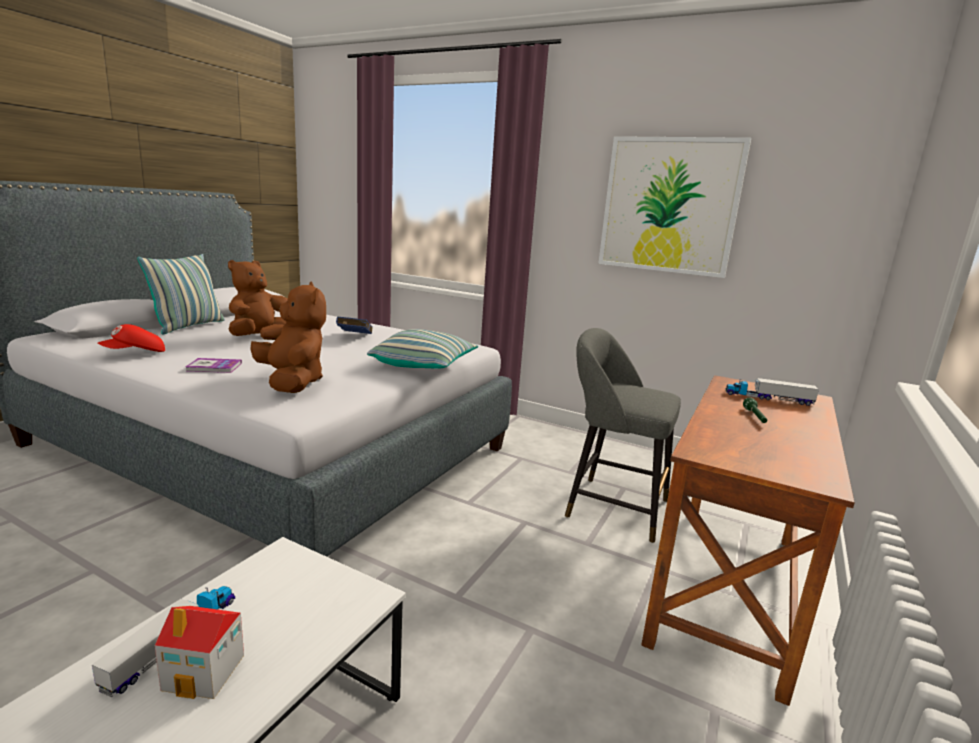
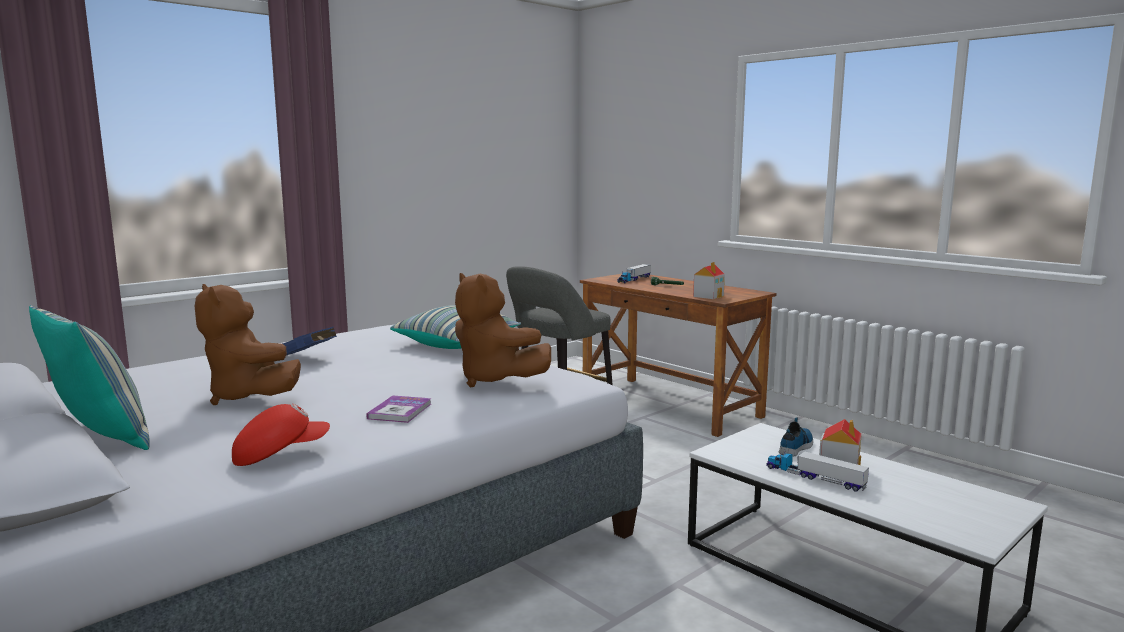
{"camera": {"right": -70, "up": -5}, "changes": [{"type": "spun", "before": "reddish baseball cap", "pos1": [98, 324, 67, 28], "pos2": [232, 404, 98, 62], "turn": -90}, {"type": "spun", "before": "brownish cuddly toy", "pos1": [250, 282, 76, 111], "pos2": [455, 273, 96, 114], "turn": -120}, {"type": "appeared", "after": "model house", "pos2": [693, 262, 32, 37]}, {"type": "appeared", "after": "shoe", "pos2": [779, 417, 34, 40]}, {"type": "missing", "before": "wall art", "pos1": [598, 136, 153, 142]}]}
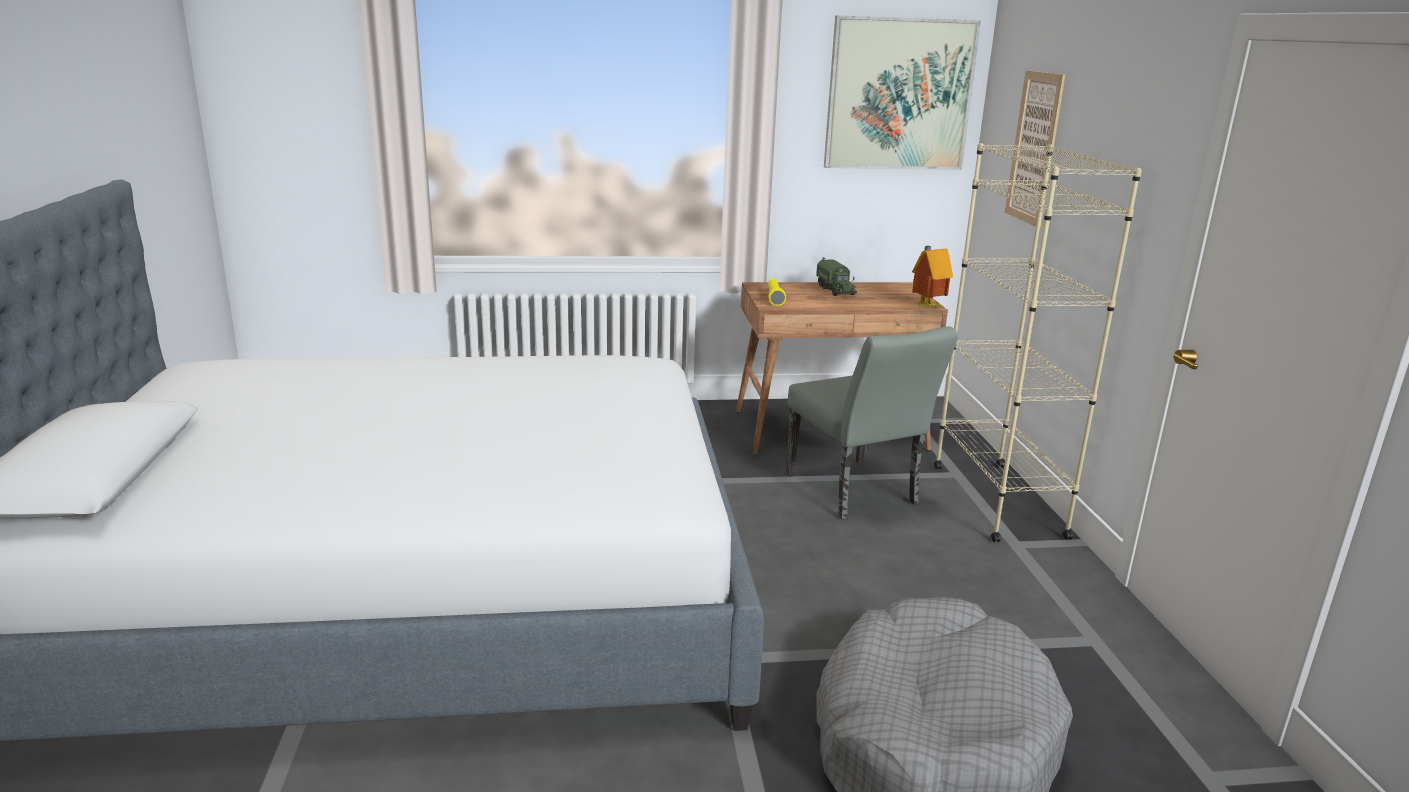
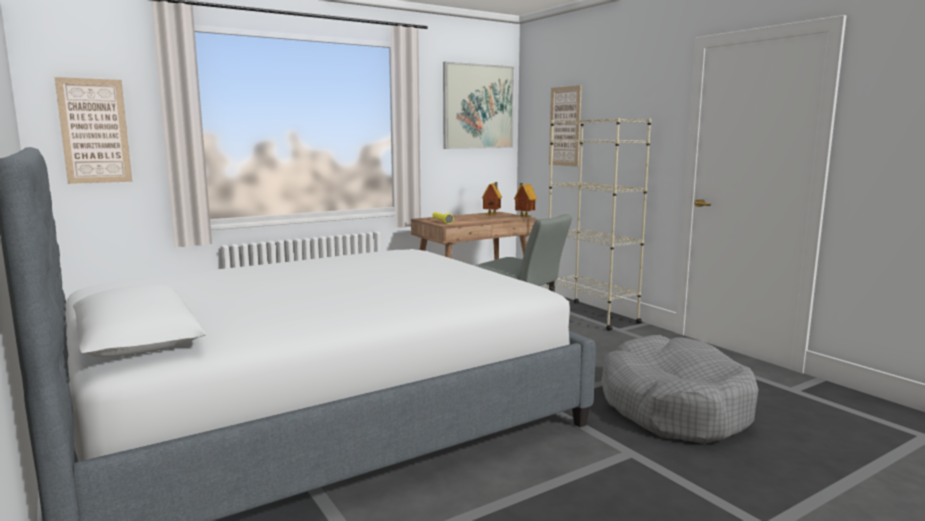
{"camera": {"right": -25, "up": -10}, "changes": [{"type": "appeared", "after": "wall art", "pos2": [55, 77, 77, 107]}, {"type": "appeared", "after": "model house", "pos2": [482, 182, 20, 34]}, {"type": "missing", "before": "model truck", "pos1": [816, 257, 41, 39]}]}
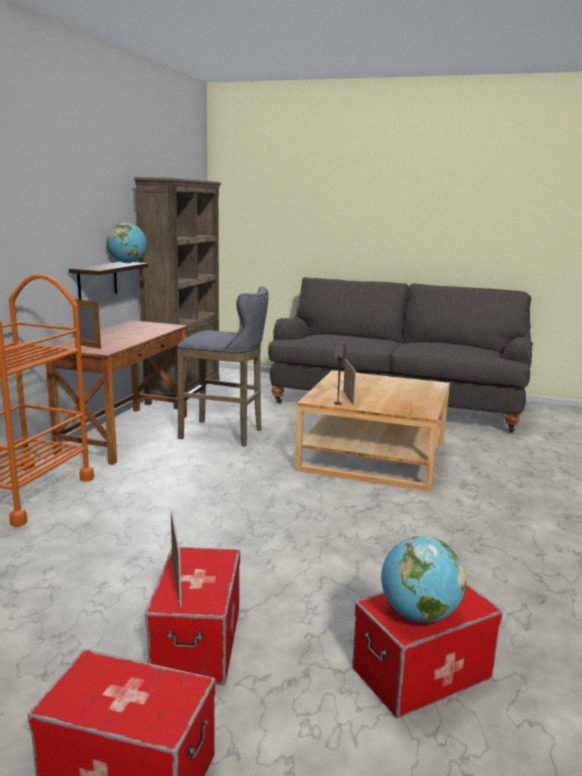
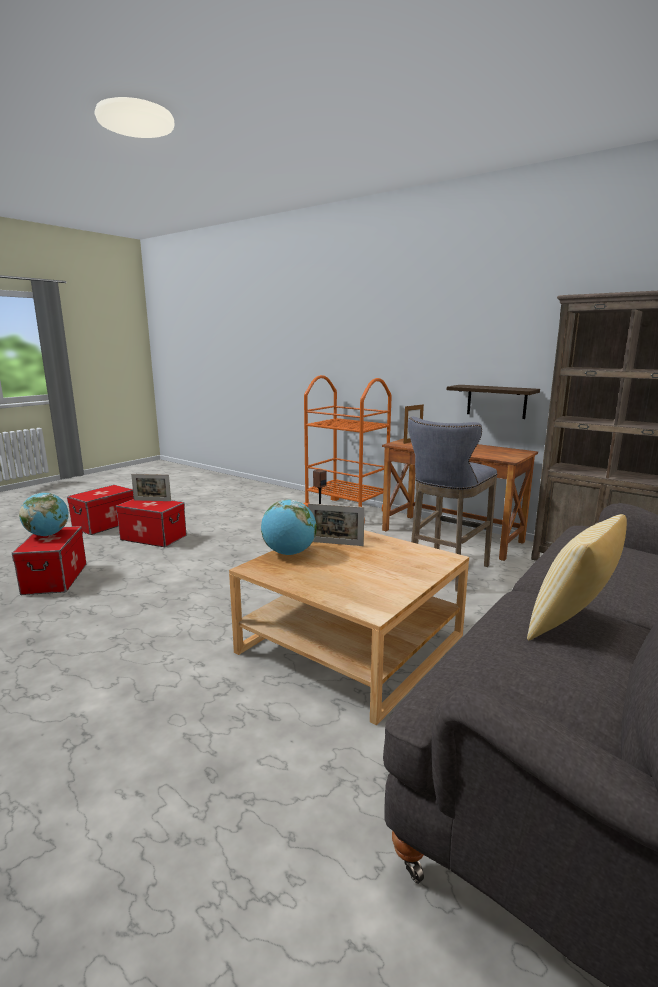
{"camera": {"right": 110, "up": 0}, "changes": [{"type": "relocated", "before": "desk globe", "pos1": [107, 223, 40, 40], "pos2": [261, 500, 56, 55]}, {"type": "appeared", "after": "cushion", "pos2": [527, 514, 100, 127]}]}
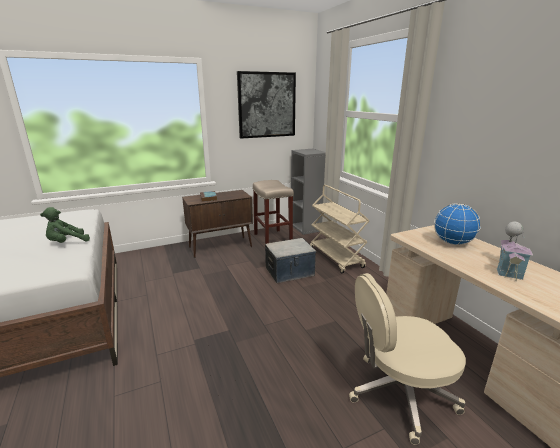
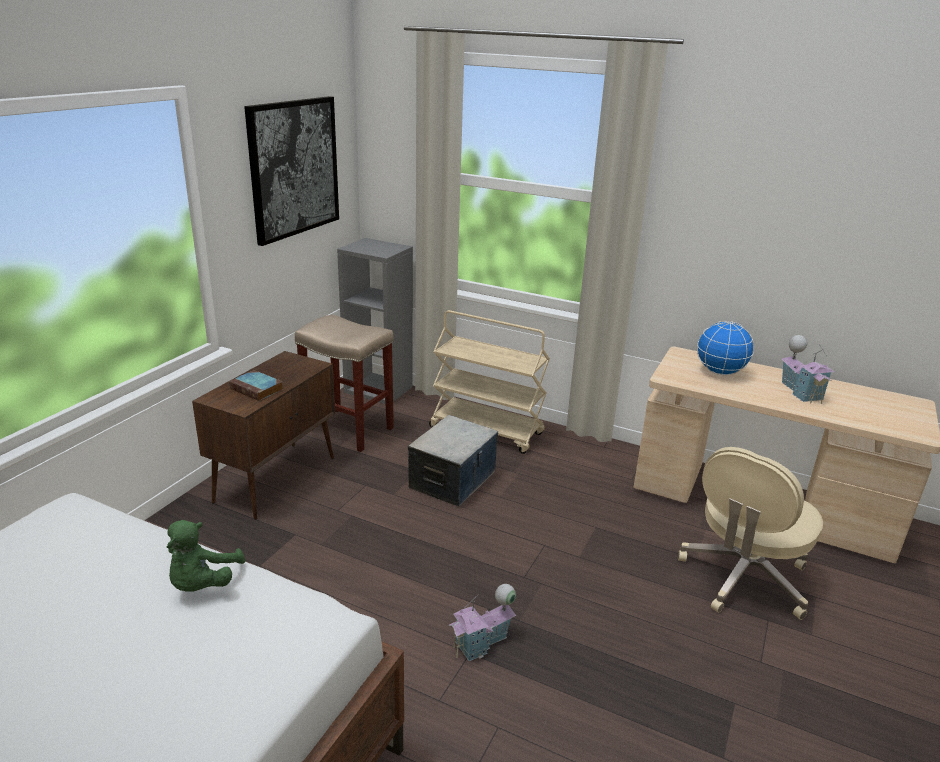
{"camera": {"right": -40, "up": 5}, "changes": [{"type": "appeared", "after": "model house", "pos2": [448, 584, 68, 77]}]}
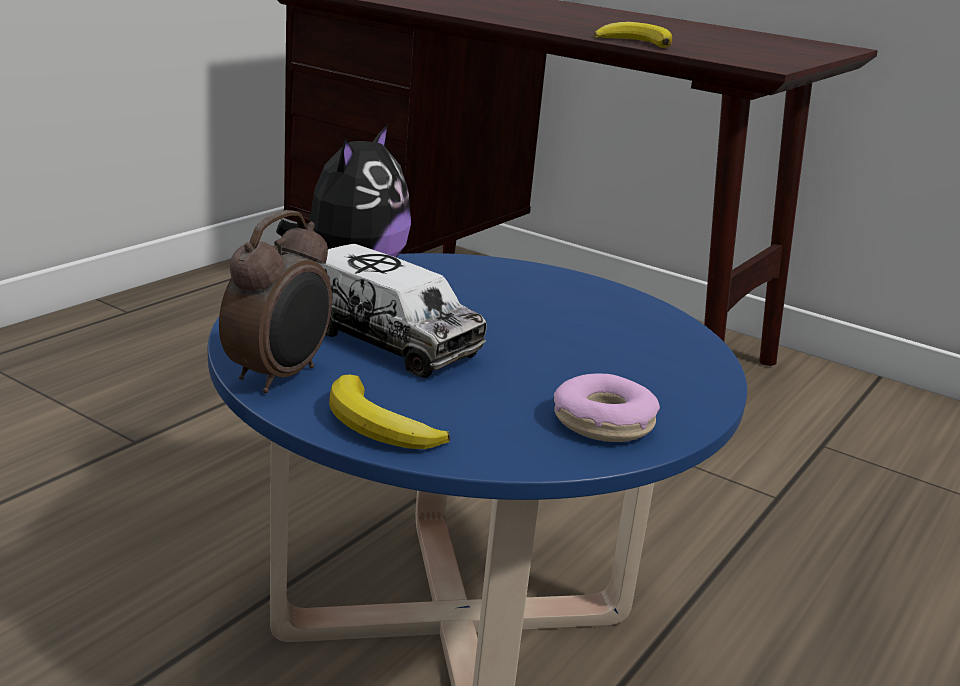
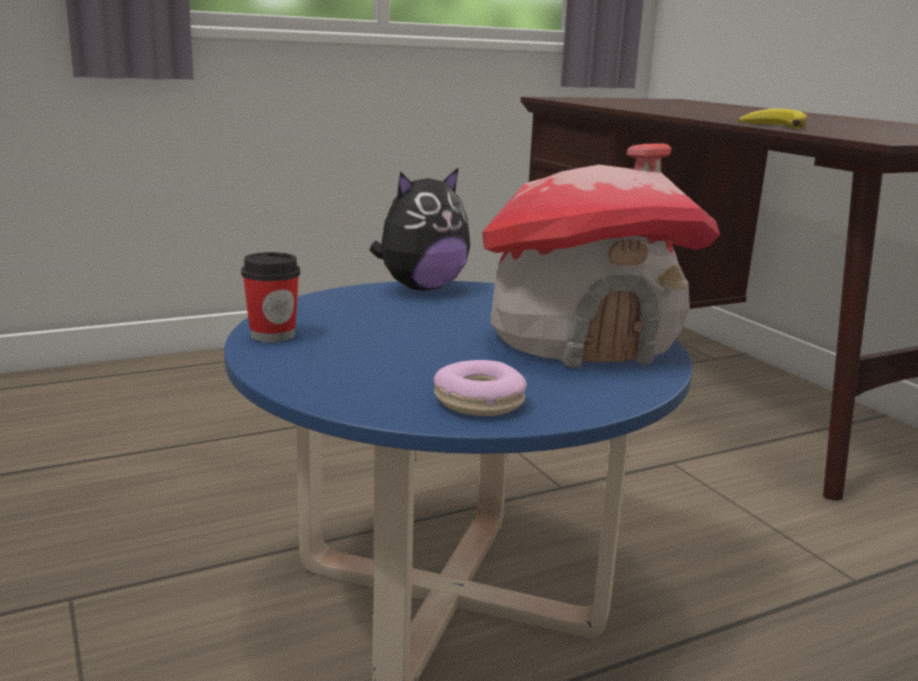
{"camera": {"right": 30, "up": -5}, "changes": [{"type": "exchanged", "before": "alarm clock", "after": "cup", "pos1": [219, 210, 113, 183], "pos2": [241, 252, 59, 91]}, {"type": "appeared", "after": "model house", "pos2": [482, 143, 238, 225]}, {"type": "missing", "before": "model truck", "pos1": [319, 244, 168, 134]}, {"type": "missing", "before": "banana", "pos1": [329, 374, 121, 75]}]}
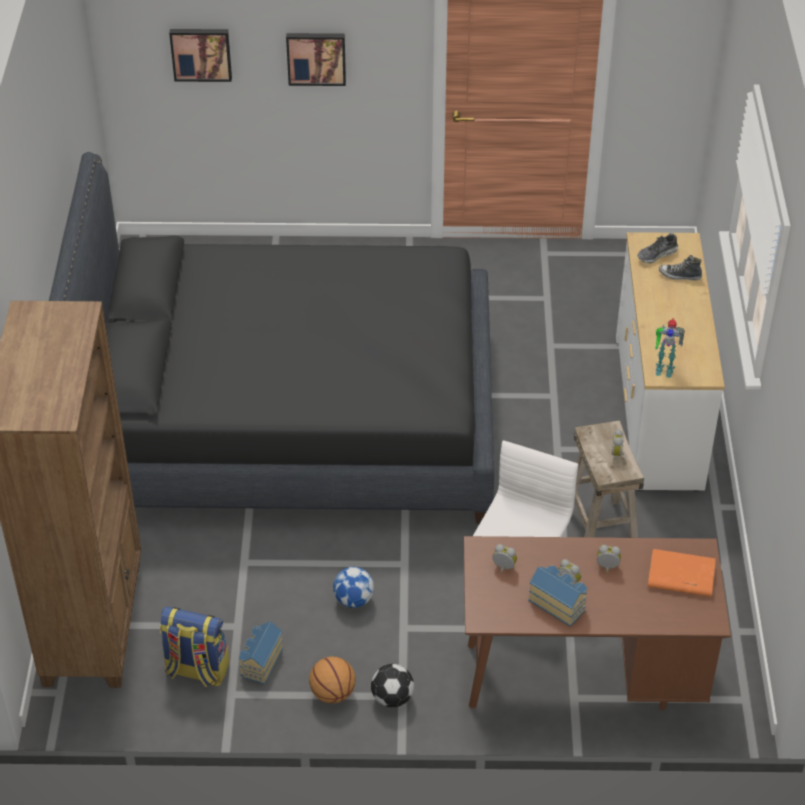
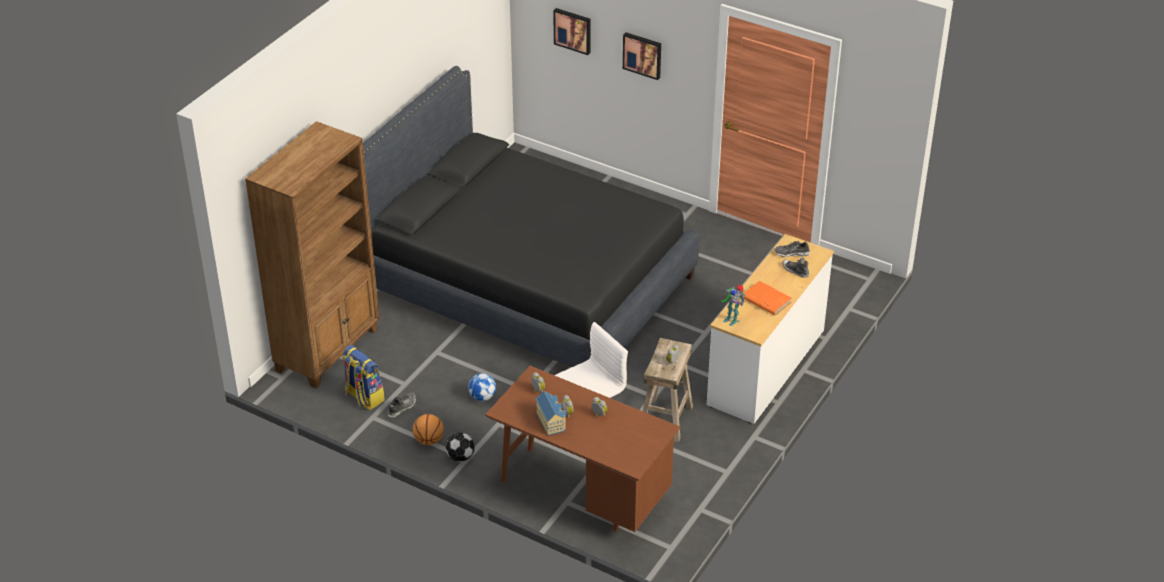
{"camera": {"right": 30, "up": -5}, "changes": [{"type": "exchanged", "before": "model house", "after": "shoe", "pos1": [238, 621, 45, 63], "pos2": [388, 392, 28, 26]}, {"type": "relocated", "before": "orangey bound book", "pos1": [647, 549, 69, 48], "pos2": [744, 281, 47, 34]}]}
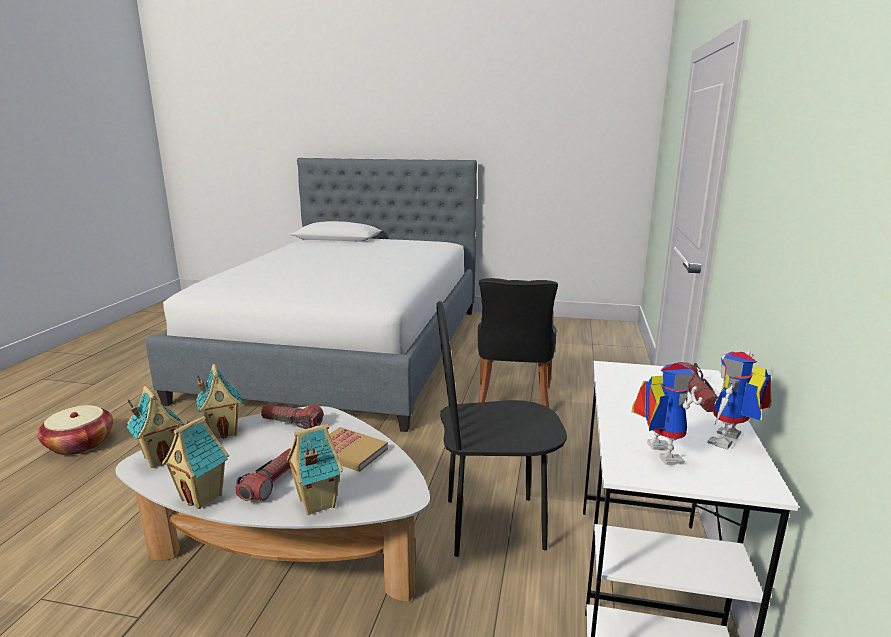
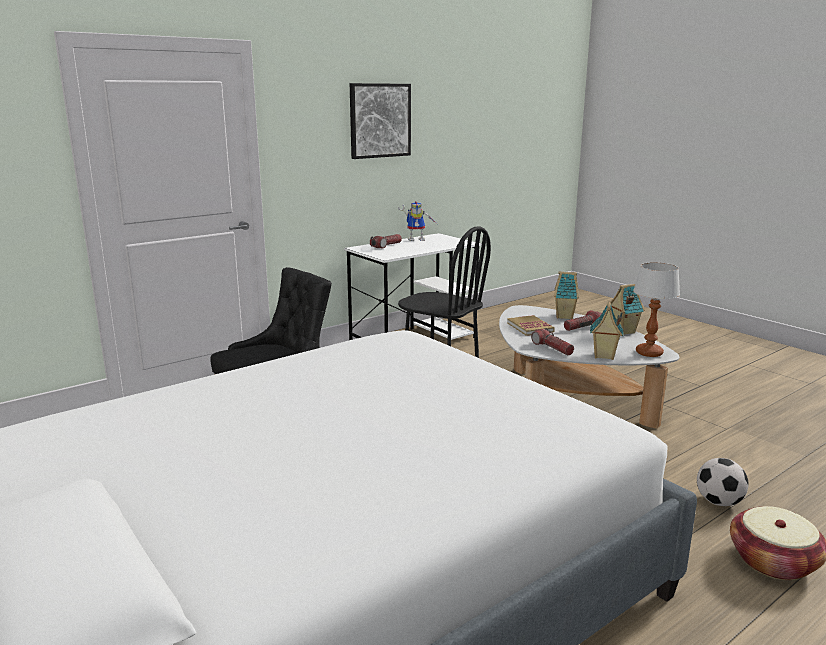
{"camera": {"right": -140, "up": 0}, "changes": [{"type": "appeared", "after": "wall art", "pos2": [350, 83, 61, 76]}, {"type": "exchanged", "before": "model house", "after": "table lamp", "pos1": [127, 386, 57, 82], "pos2": [633, 262, 47, 95]}, {"type": "appeared", "after": "football", "pos2": [697, 458, 52, 48]}, {"type": "missing", "before": "toy robot", "pos1": [632, 363, 71, 102]}]}
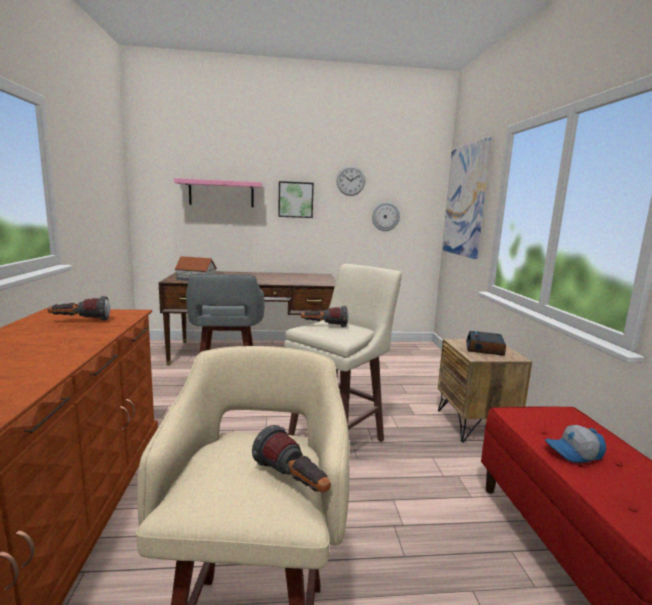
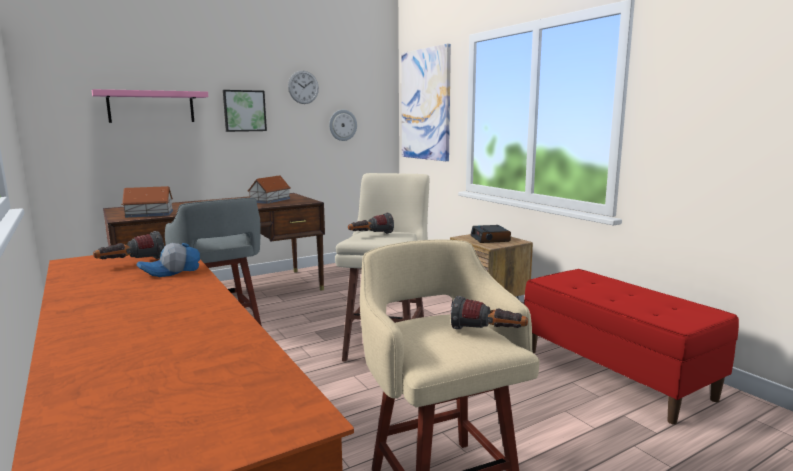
{"camera": {"right": -25, "up": 0}, "changes": [{"type": "relocated", "before": "baseball cap", "pos1": [545, 425, 61, 38], "pos2": [136, 243, 64, 34]}, {"type": "appeared", "after": "model house", "pos2": [248, 175, 42, 29]}]}
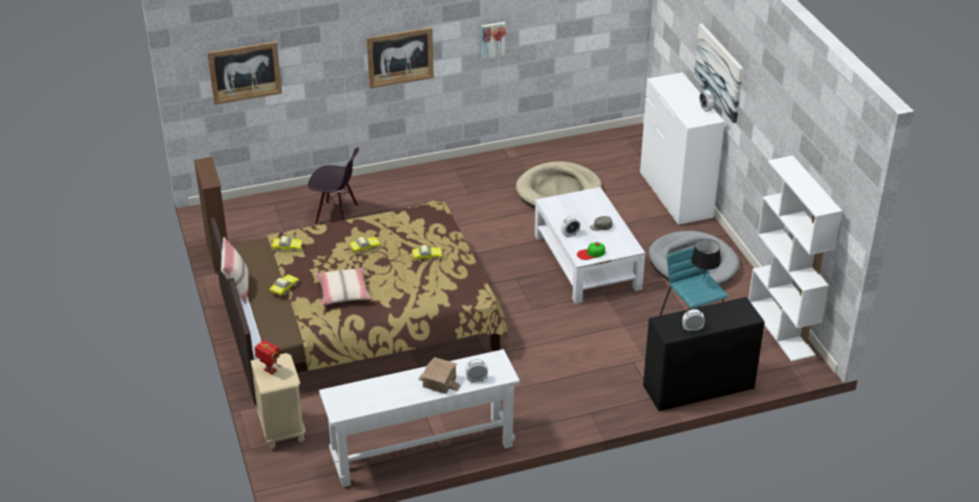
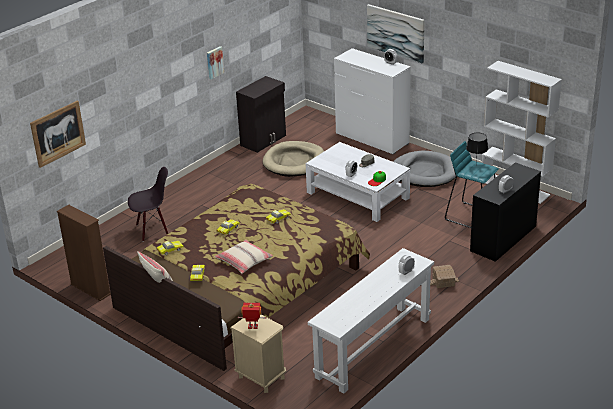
{"camera": {"right": -30, "up": -5}, "changes": [{"type": "appeared", "after": "black storage cabinet", "pos2": [236, 76, 50, 77]}, {"type": "relocated", "before": "model house", "pos1": [418, 357, 43, 37], "pos2": [430, 265, 29, 23]}, {"type": "missing", "before": "wall art", "pos1": [366, 27, 68, 62]}]}
